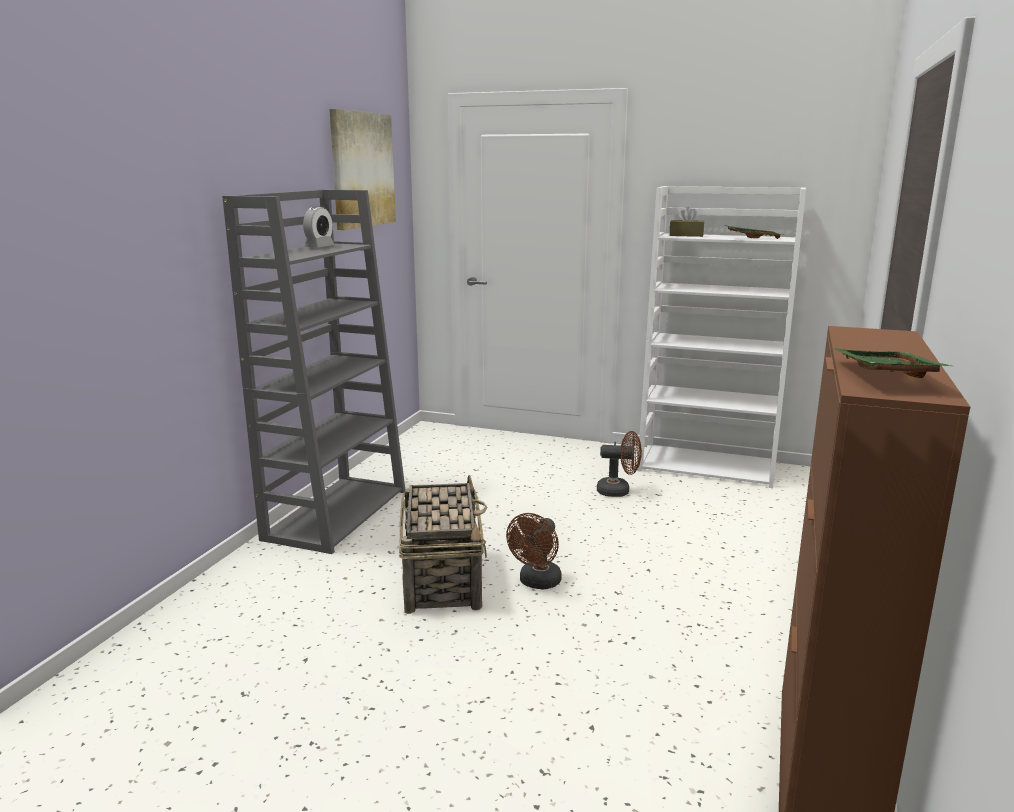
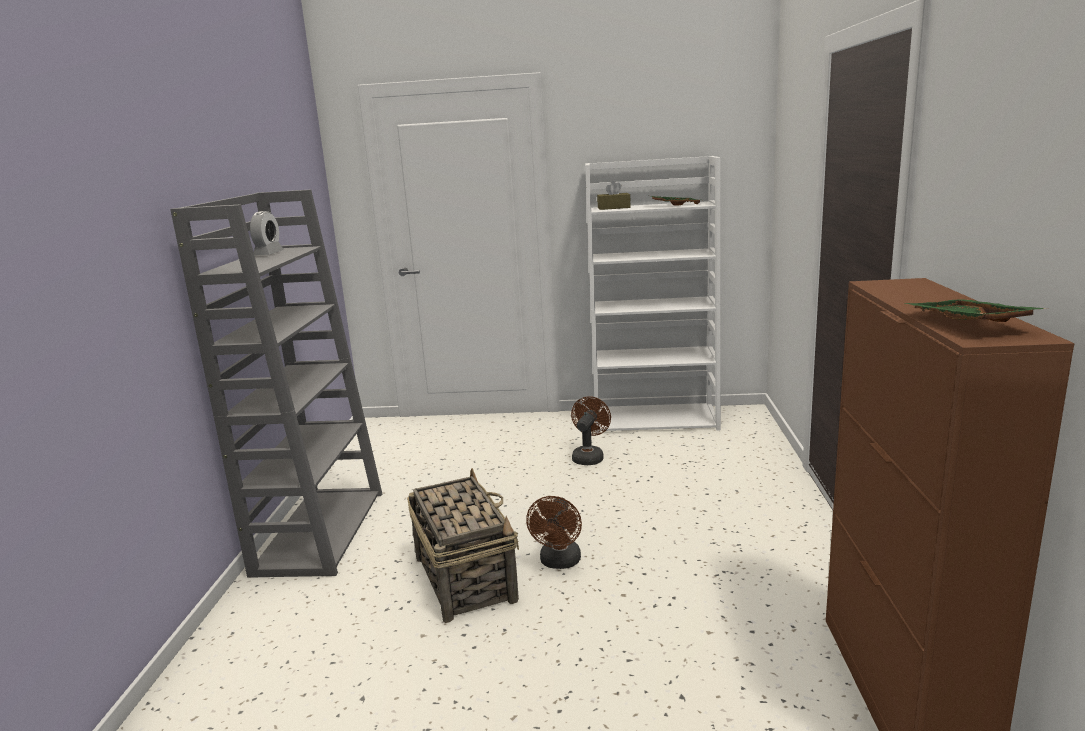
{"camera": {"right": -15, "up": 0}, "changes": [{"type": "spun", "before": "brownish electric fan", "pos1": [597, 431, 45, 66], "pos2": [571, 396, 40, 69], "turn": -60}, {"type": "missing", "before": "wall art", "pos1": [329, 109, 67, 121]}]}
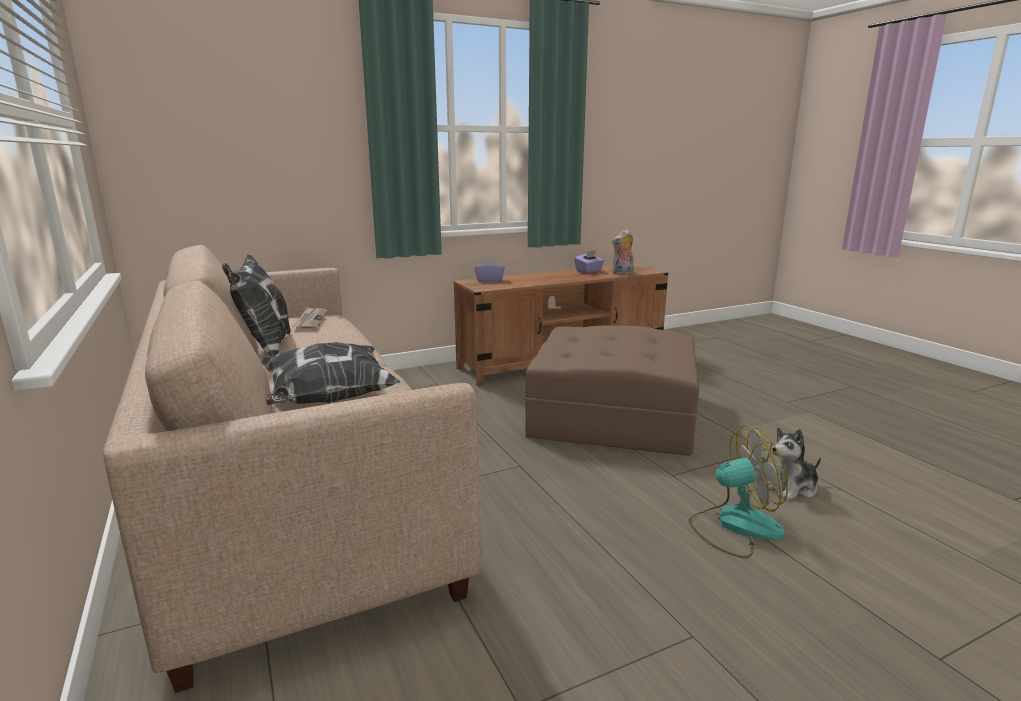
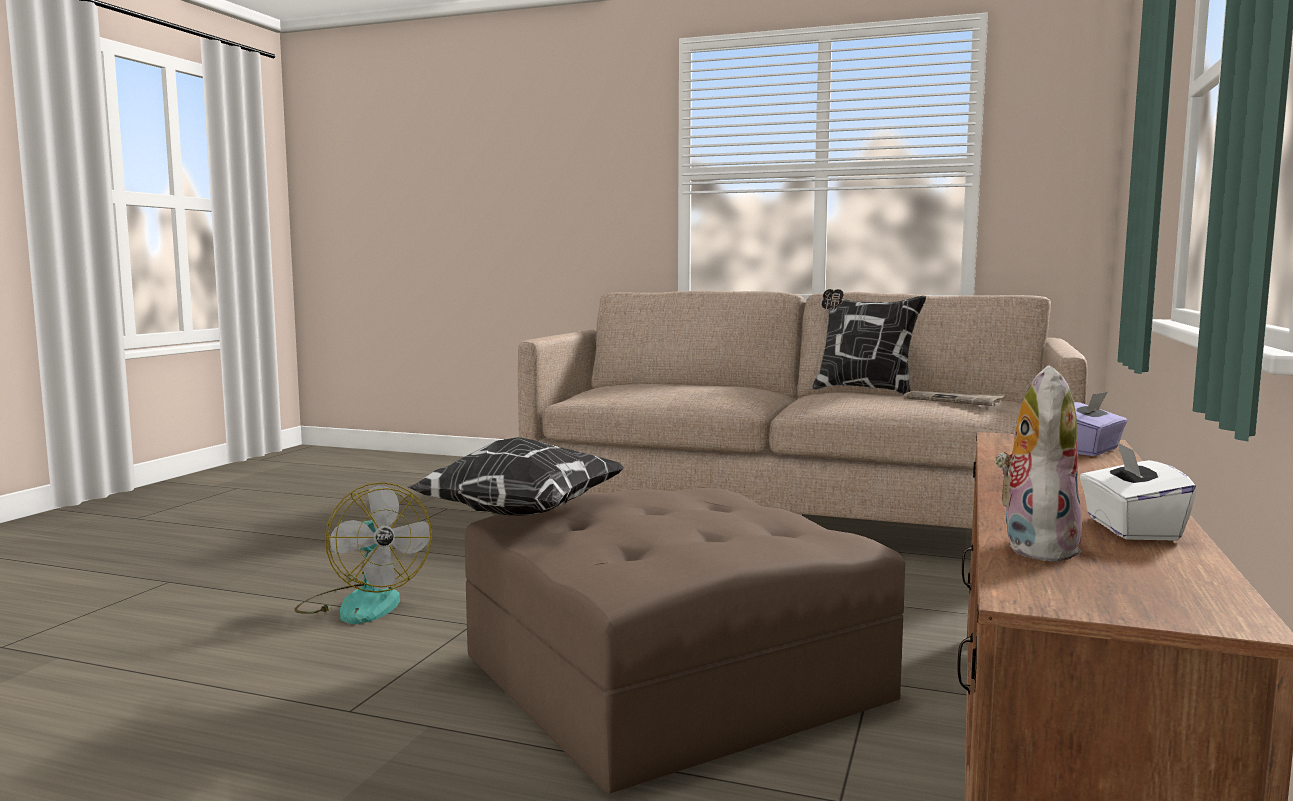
{"camera": {"right": 135, "up": -10}, "changes": [{"type": "spun", "before": "electric fan", "pos1": [689, 425, 99, 133], "pos2": [294, 482, 138, 142], "turn": -75}, {"type": "relocated", "before": "cushion", "pos1": [261, 342, 140, 63], "pos2": [407, 437, 218, 79]}, {"type": "colour", "before": "purplish box of tissues", "after": "whitish box of tissues", "pos1": [574, 250, 30, 23], "pos2": [1080, 441, 117, 100]}, {"type": "missing", "before": "cuddly toy", "pos1": [767, 427, 54, 73]}]}
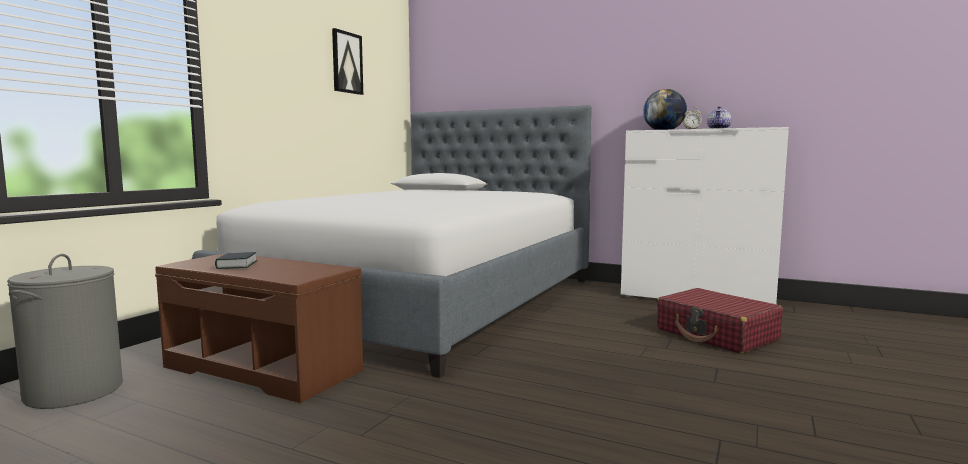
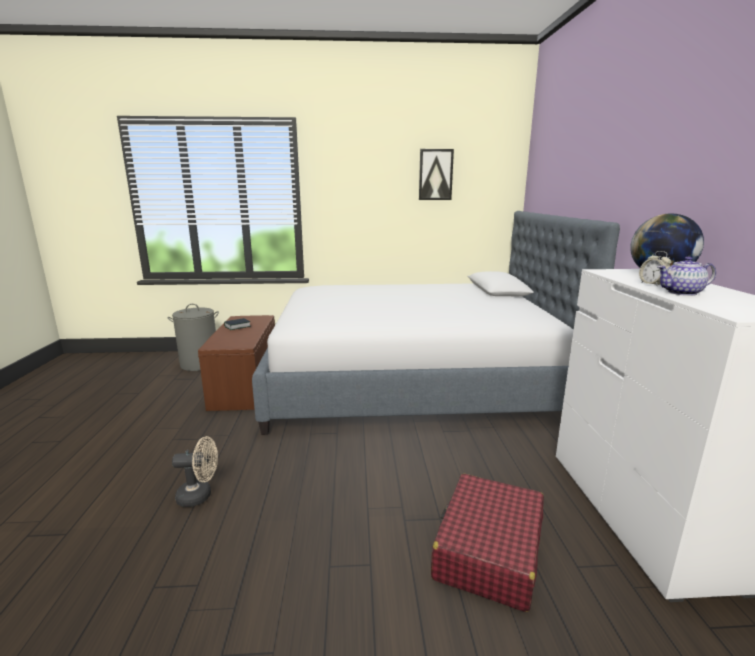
{"camera": {"right": 60, "up": 10}, "changes": [{"type": "appeared", "after": "sand-coloured electric fan", "pos2": [172, 436, 46, 71]}]}
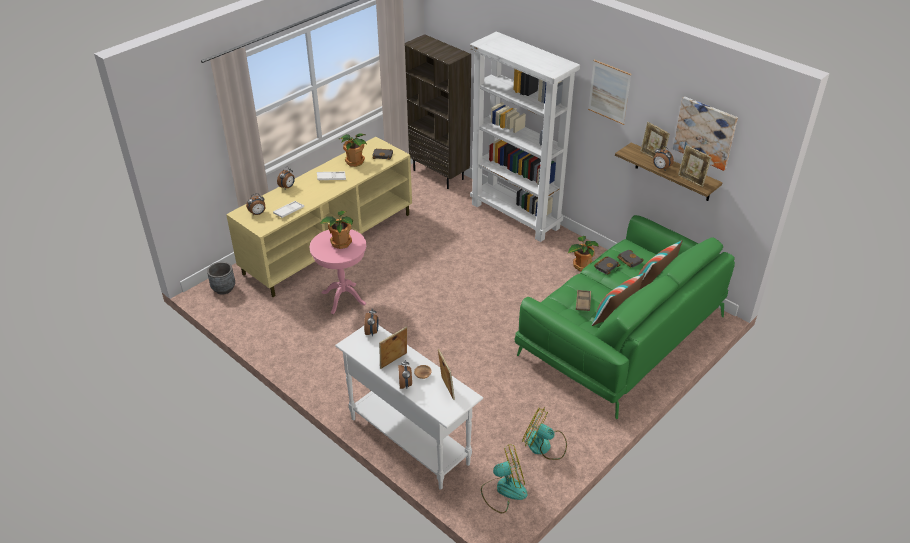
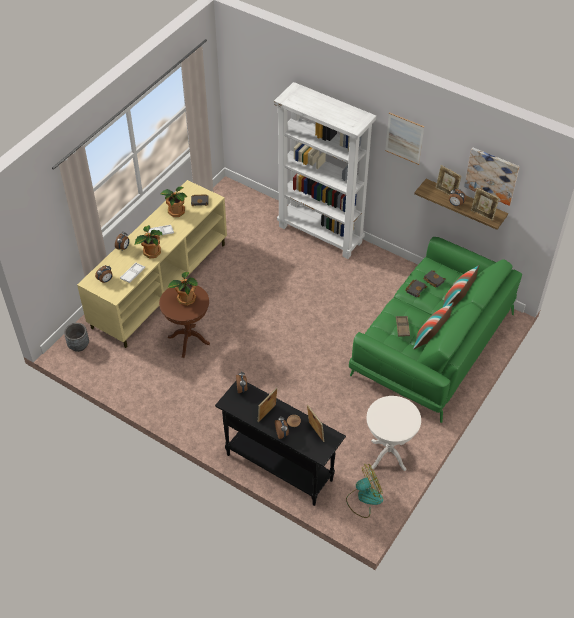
{"camera": {"right": -10, "up": 10}, "changes": [{"type": "relocated", "before": "houseplant", "pos1": [568, 236, 31, 35], "pos2": [135, 225, 27, 34]}, {"type": "colour", "before": "pink-coloured side table", "after": "brownish side table", "pos1": [310, 229, 56, 85], "pos2": [159, 285, 51, 73]}, {"type": "colour", "before": "whitish console table", "after": "black console table", "pos1": [335, 325, 148, 165], "pos2": [215, 381, 131, 125]}, {"type": "exchanged", "before": "electric fan", "after": "whitish side table", "pos1": [522, 407, 45, 53], "pos2": [366, 396, 55, 75]}, {"type": "missing", "before": "brownish bookshelf", "pos1": [405, 34, 66, 155]}]}
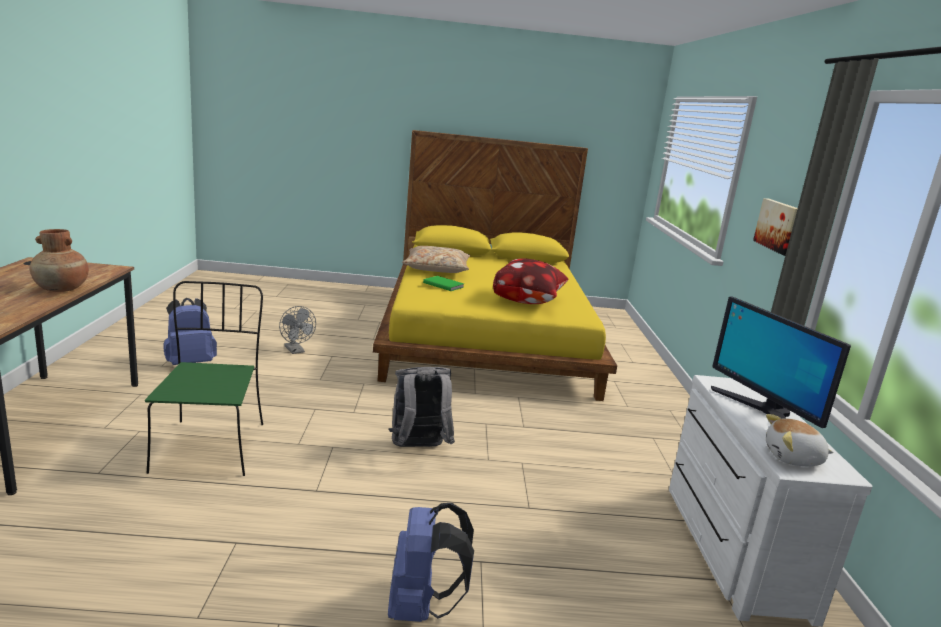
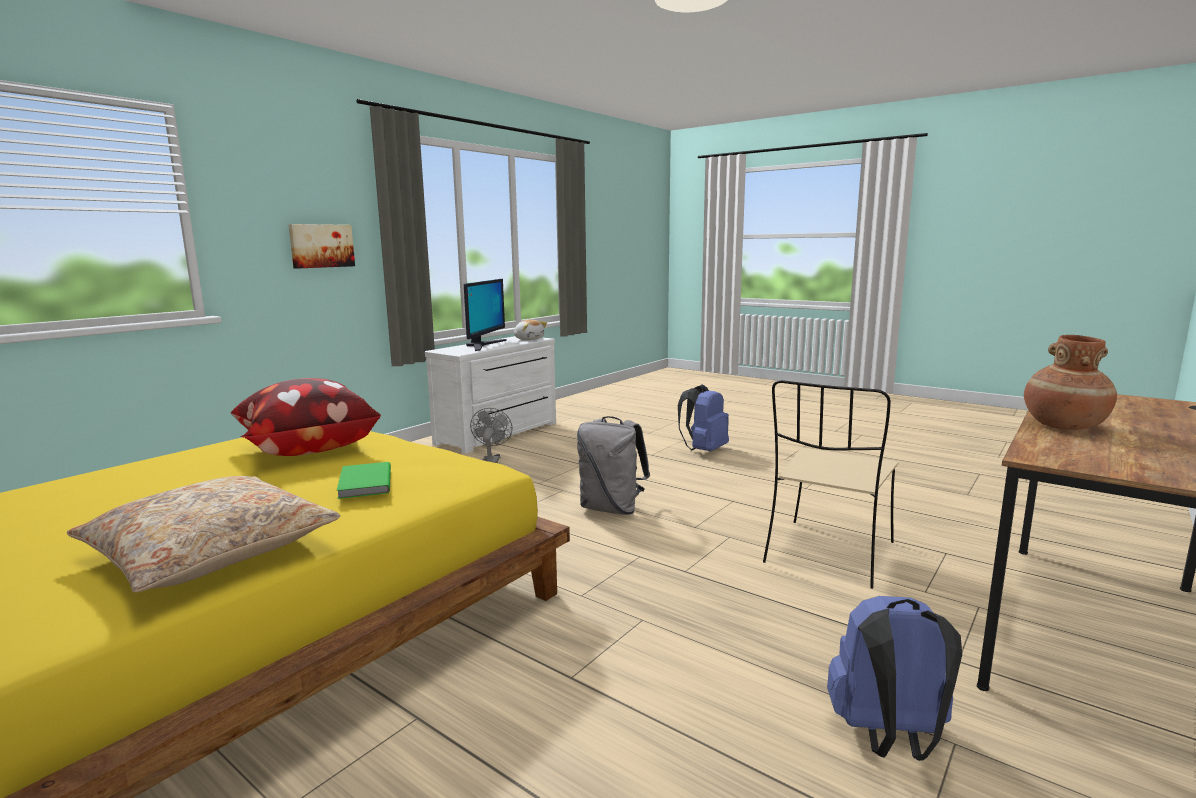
{"camera": {"right": -140, "up": -5}, "changes": [{"type": "relocated", "before": "greyish electric fan", "pos1": [279, 306, 37, 48], "pos2": [470, 408, 42, 55]}, {"type": "colour", "before": "green chair", "after": "sand-coloured chair", "pos1": [145, 281, 118, 195], "pos2": [763, 380, 135, 209]}]}
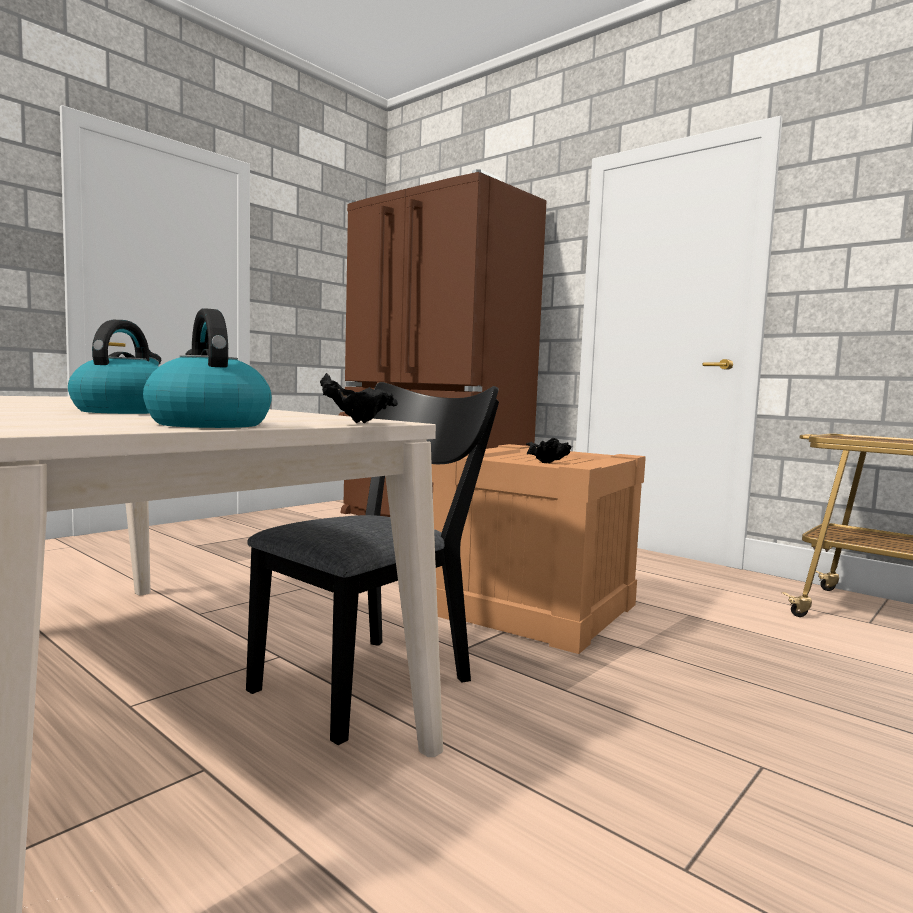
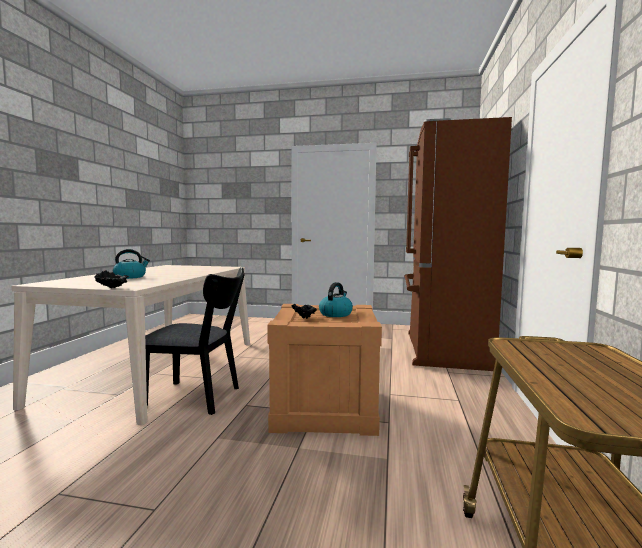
{"camera": {"right": 60, "up": 0}, "changes": [{"type": "relocated", "before": "kettle", "pos1": [143, 308, 129, 120], "pos2": [319, 282, 34, 35]}]}
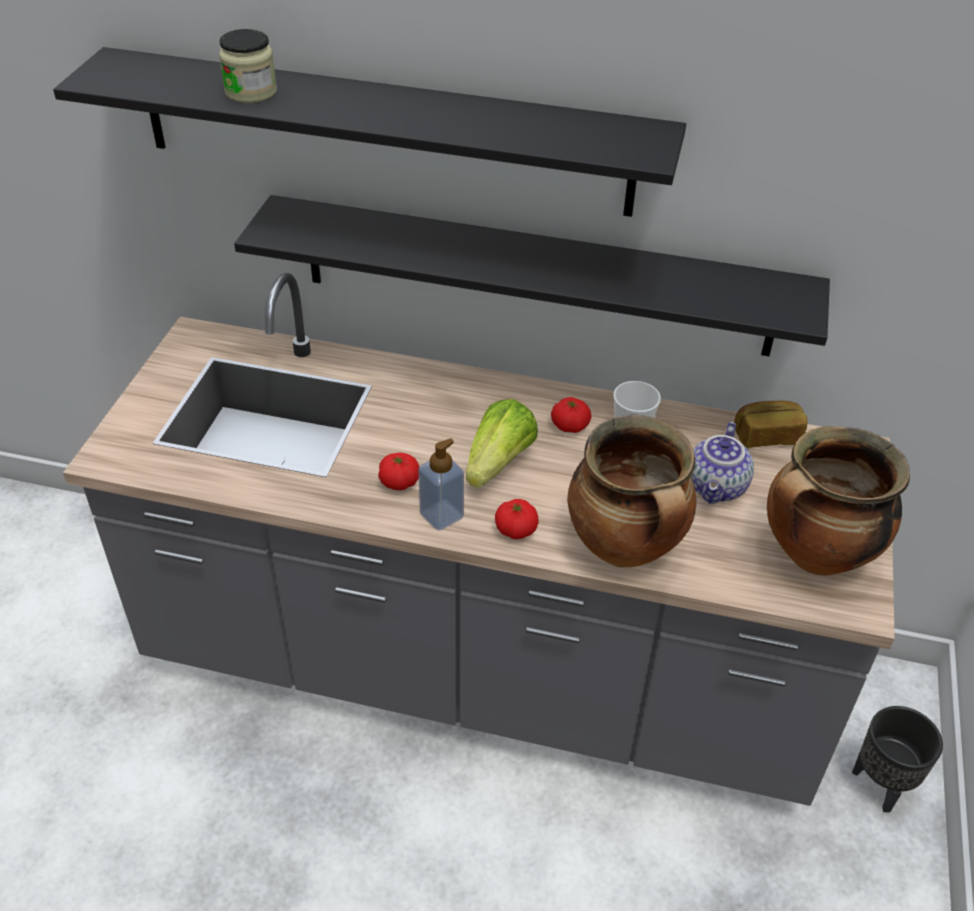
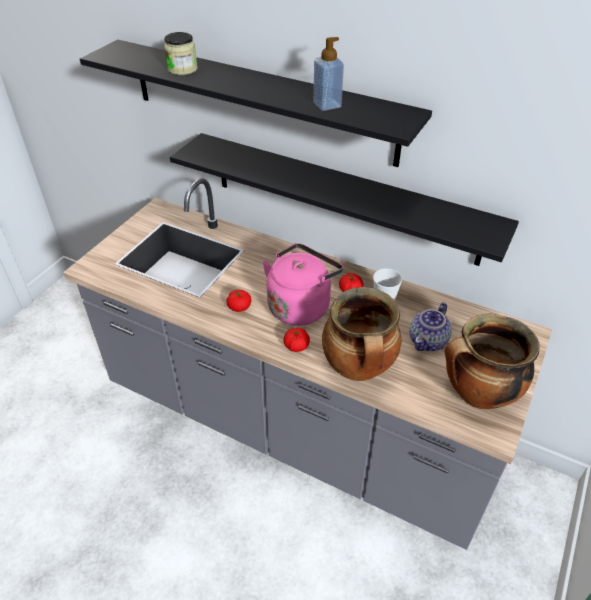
{"camera": {"right": 15, "up": 0}, "changes": [{"type": "exchanged", "before": "head of lettuce", "after": "pink-coloured kettle", "pos1": [466, 399, 72, 89], "pos2": [263, 243, 80, 82]}, {"type": "relocated", "before": "soap dispenser", "pos1": [418, 438, 46, 93], "pos2": [313, 37, 31, 74]}, {"type": "missing", "before": "bread", "pos1": [734, 401, 74, 47]}, {"type": "missing", "before": "black planter", "pos1": [852, 706, 91, 107]}]}
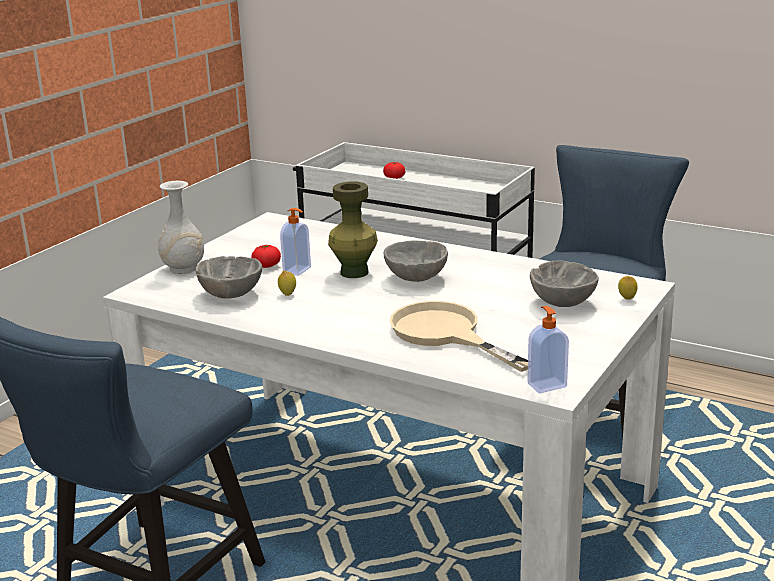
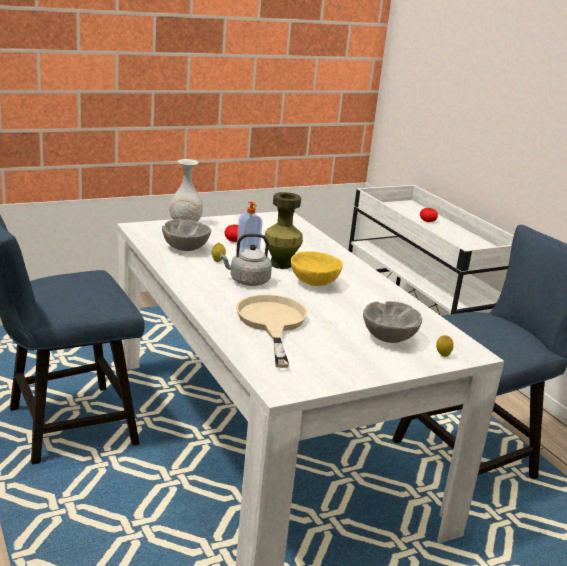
{"camera": {"right": 30, "up": 0}, "changes": [{"type": "appeared", "after": "greyish kettle", "pos2": [220, 234, 52, 52]}, {"type": "colour", "before": "greyish bowl", "after": "yellow bowl", "pos1": [384, 241, 64, 41], "pos2": [291, 251, 52, 35]}, {"type": "missing", "before": "soap dispenser", "pos1": [527, 306, 42, 87]}]}
